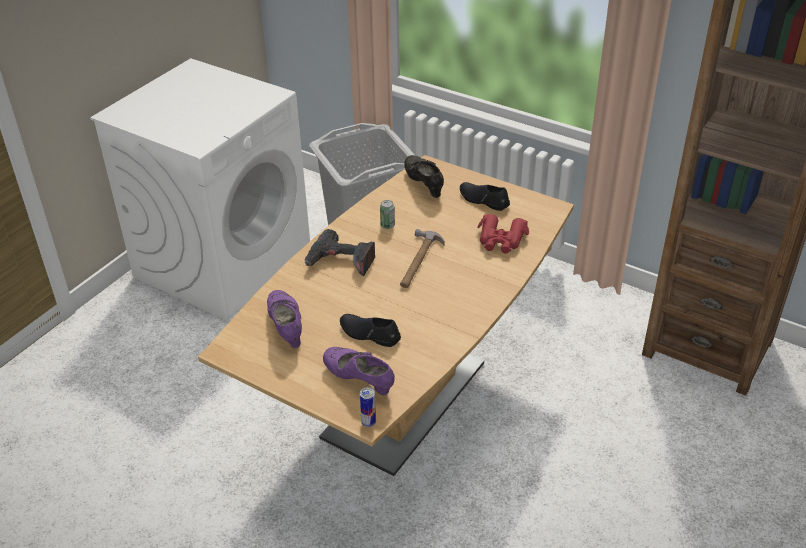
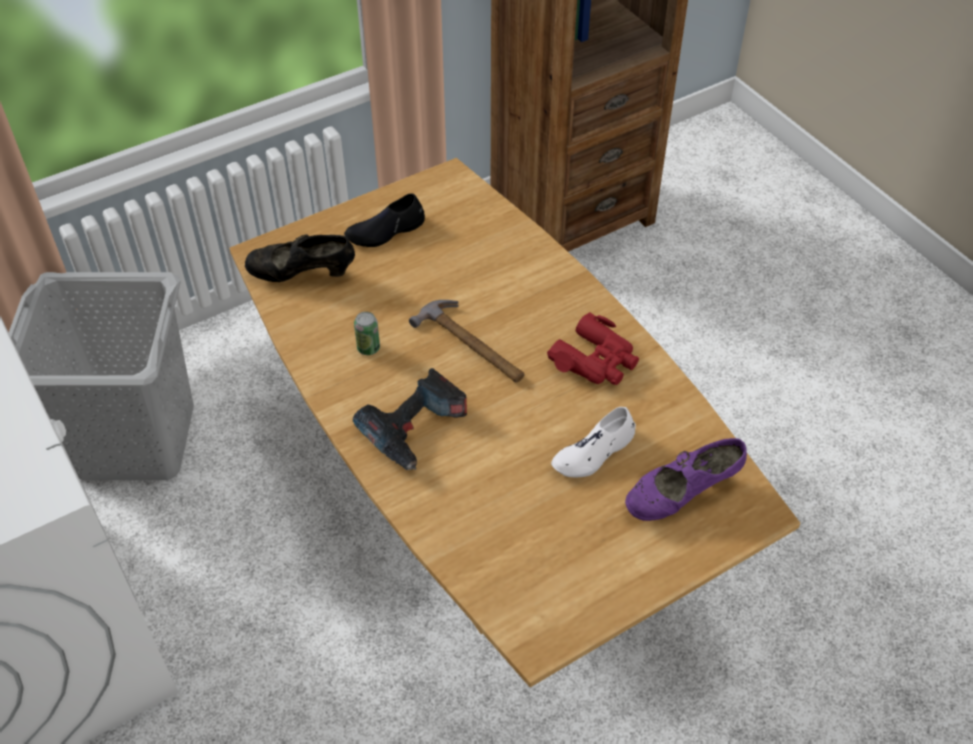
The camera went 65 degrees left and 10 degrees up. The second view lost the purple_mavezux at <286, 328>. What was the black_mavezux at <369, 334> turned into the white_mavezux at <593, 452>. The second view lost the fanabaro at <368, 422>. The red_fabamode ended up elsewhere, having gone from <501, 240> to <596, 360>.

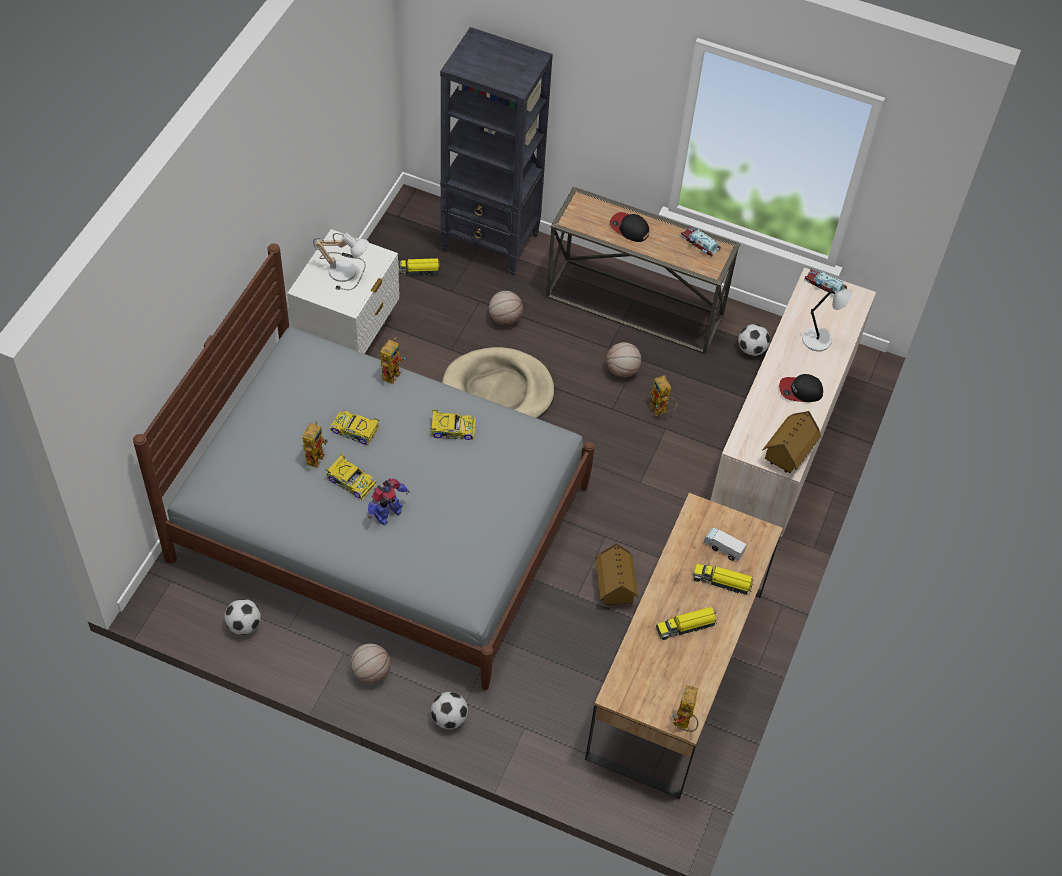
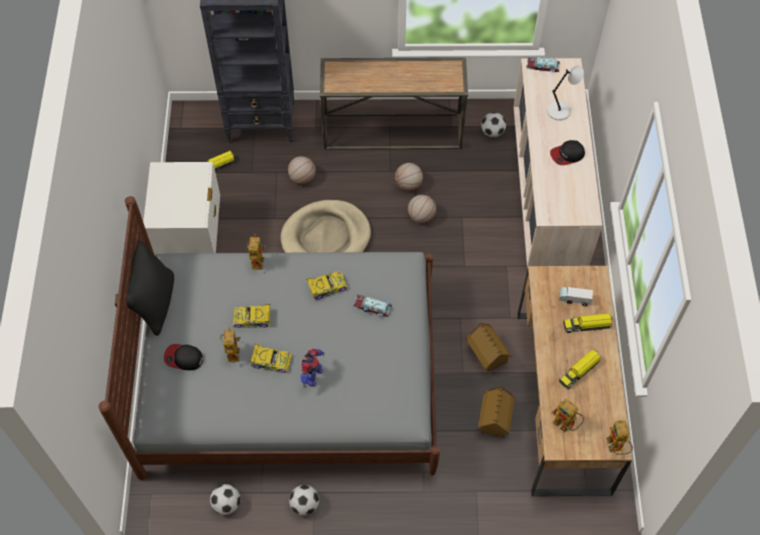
The camera went 20 degrees left and 5 degrees up. The second view lost the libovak at <345, 269>. The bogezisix ended up elsewhere, having gone from <370, 672> to <421, 216>. The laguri ended up elsewhere, having gone from <449, 718> to <305, 505>. The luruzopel ended up elsewhere, having gone from <629, 228> to <183, 358>. The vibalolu ended up elsewhere, having gone from <661, 411> to <566, 425>. The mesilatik ended up elsewhere, having gone from <699, 244> to <372, 308>. The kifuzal ended up elsewhere, having gone from <787, 455> to <494, 419>. The second view gained the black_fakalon at <155, 304>.

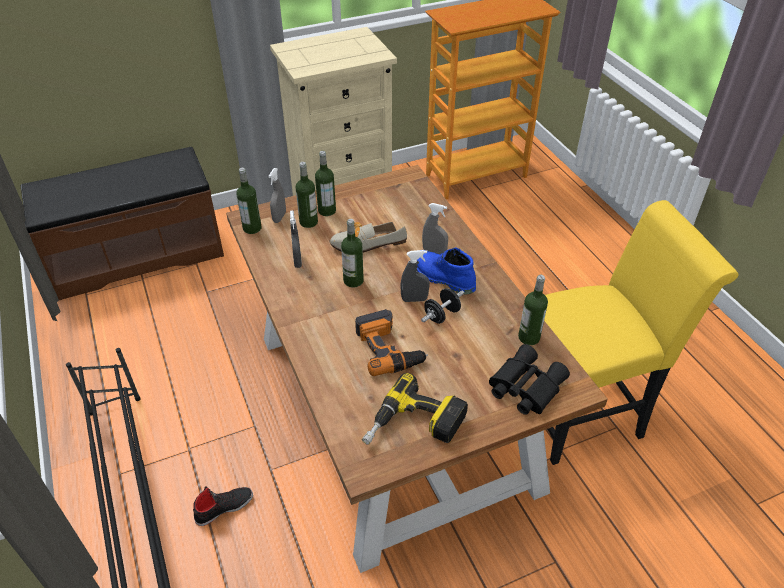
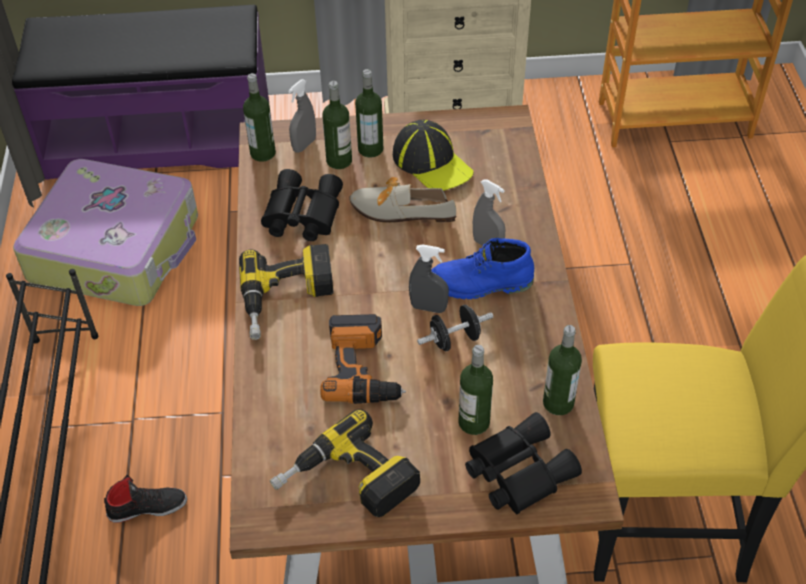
The camera went 20 degrees right and 5 degrees up. What was the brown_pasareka at <137, 255> turned into the purple_pasareka at <160, 138>. Where the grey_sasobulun stood at <297, 261>, the black_fabamode came to stand at <300, 215>. The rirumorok ended up elsewhere, having gone from <353, 281> to <474, 422>. The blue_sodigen at <442, 277> ended up facing another way, 60 degrees counterclockwise from before. The second view gained the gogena at <117, 248>. The second view gained the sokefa at <288, 300>. The second view gained the luruzopel at <432, 163>.

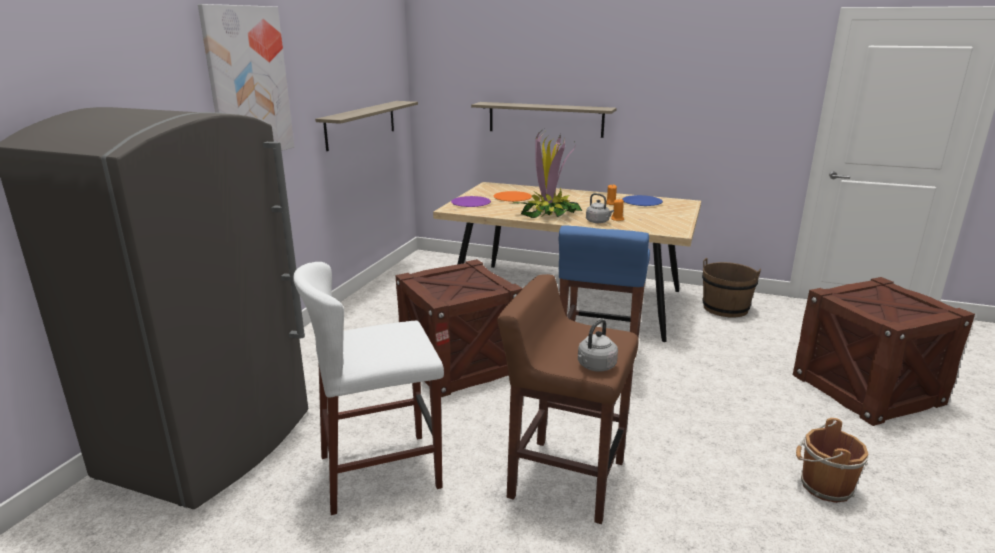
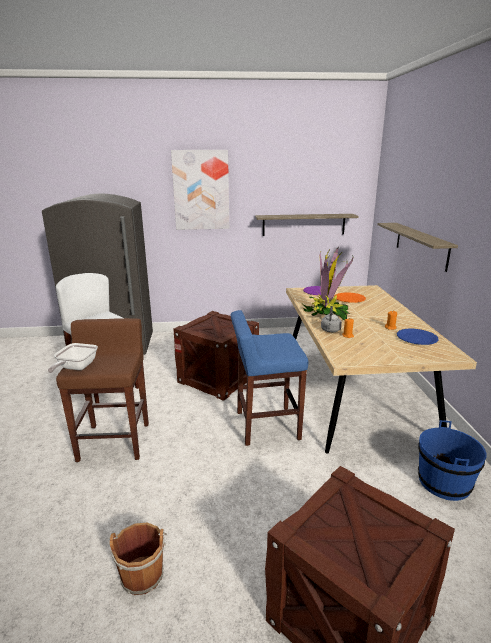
The camera went 65 degrees right and 0 degrees up. Where the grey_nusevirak stood at <595, 366>, the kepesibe came to stand at <75, 368>. What was the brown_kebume at <725, 308> turned into the blue_kebume at <444, 482>.

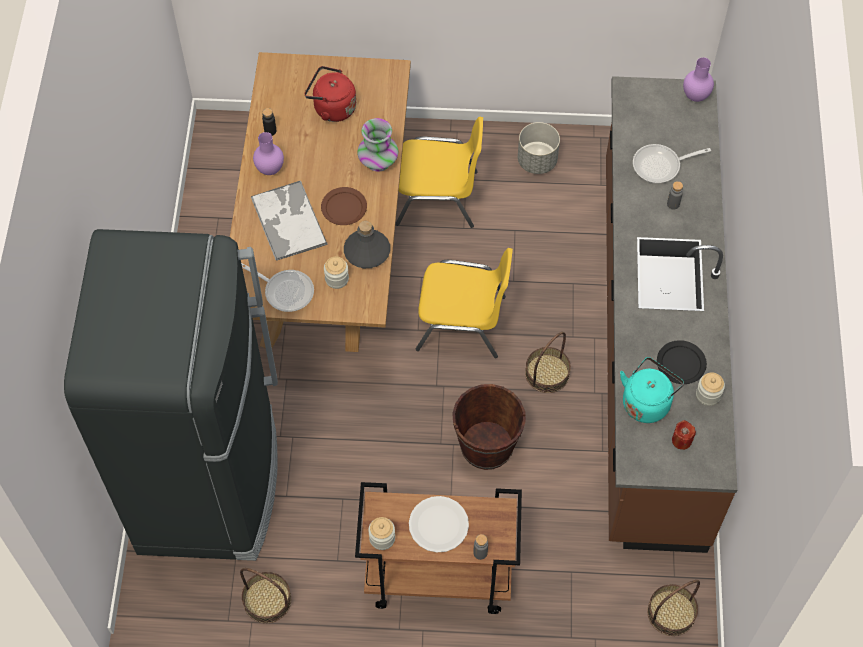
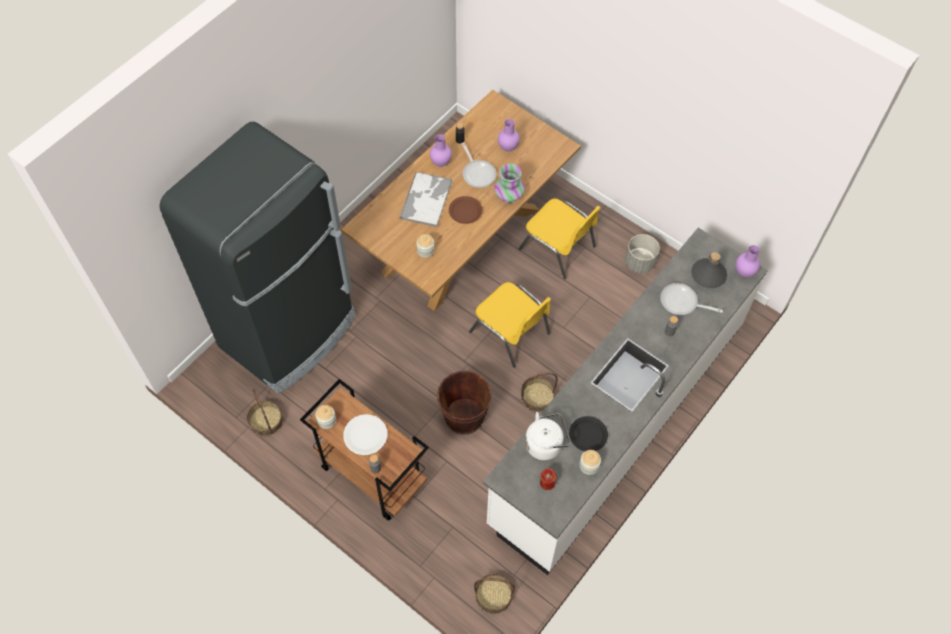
The camera went 35 degrees right and 0 degrees up. The kepesibe ended up elsewhere, having gone from <285, 291> to <478, 173>. Where the red_nusevirak stood at <332, 108>, the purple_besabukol came to stand at <508, 147>. The grey_rirumorok ended up elsewhere, having gone from <366, 251> to <708, 275>. What was the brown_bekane at <649, 346> turned into the white_bekane at <617, 422>. What was the turquoise_nusevirak at <647, 401> turned into the white_nusevirak at <545, 444>.

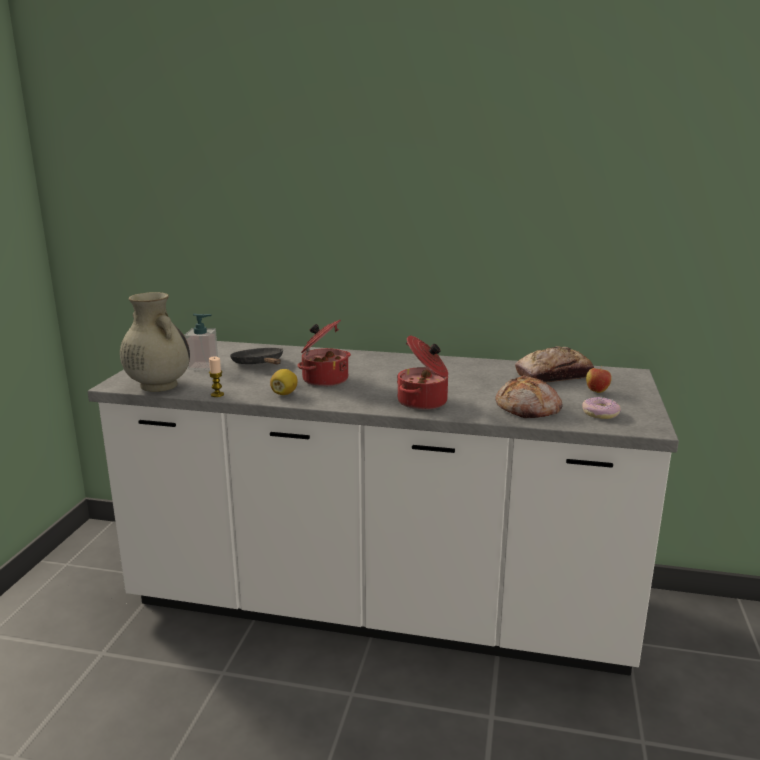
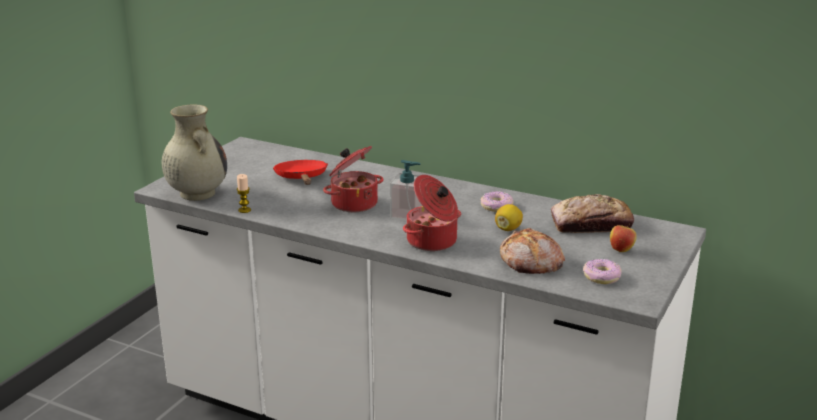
The camera went 15 degrees right and 5 degrees up. The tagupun ended up elsewhere, having gone from <203, 366> to <407, 215>. What was the black_kepesibe at <259, 364> turned into the red_kepesibe at <302, 178>. The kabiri ended up elsewhere, having gone from <284, 393> to <508, 229>. The second view gained the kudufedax at <496, 206>.

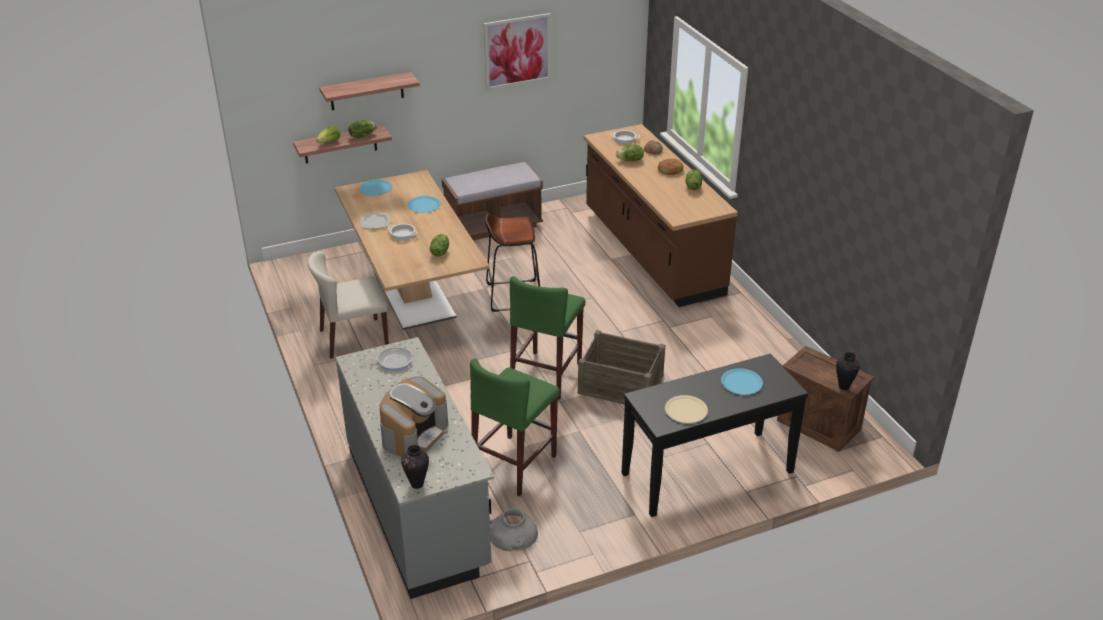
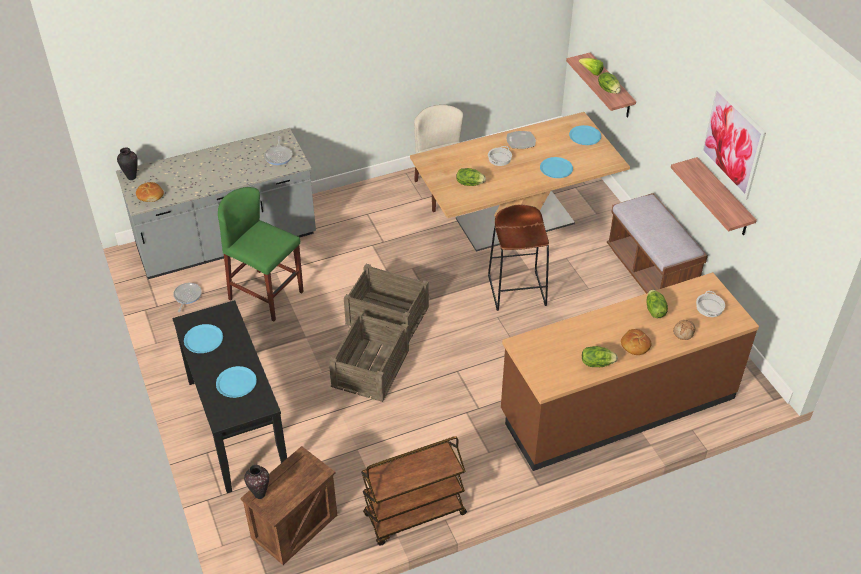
The camera went 90 degrees right and 10 degrees up. The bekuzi ended up elsewhere, having gone from <366, 91> to <723, 198>. The second view lost the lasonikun at <414, 434>. Where the grey_besabukol stood at <513, 534>, the kepesibe came to stand at <187, 296>. Where the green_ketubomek stood at <546, 375>, the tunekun came to stand at <387, 315>. What was the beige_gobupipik at <686, 410> turned into the blue_gobupipik at <203, 339>. The second view gained the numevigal at <150, 195>. The second view gained the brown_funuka at <414, 515>.

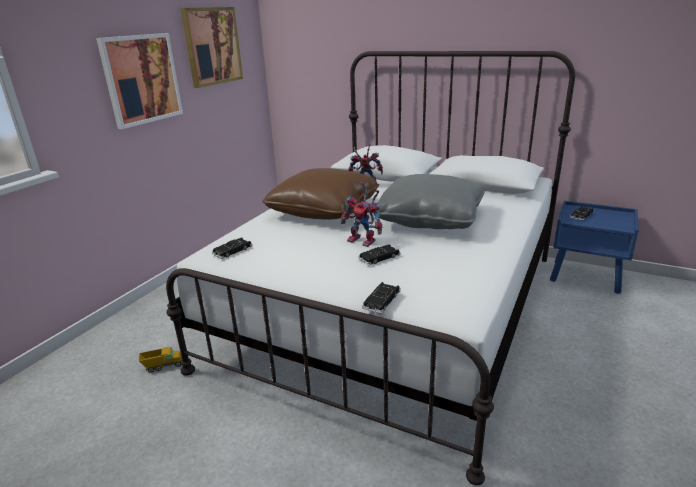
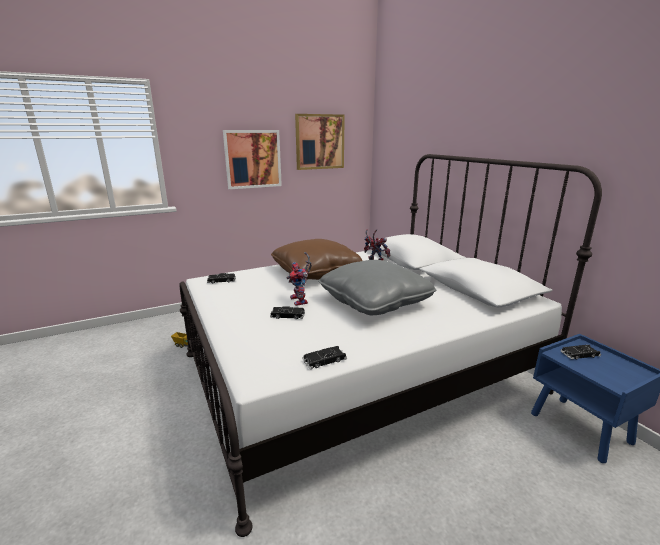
The camera went 35 degrees right and 5 degrees down. The black_mesilatik ended up elsewhere, having gone from <381, 301> to <324, 360>.

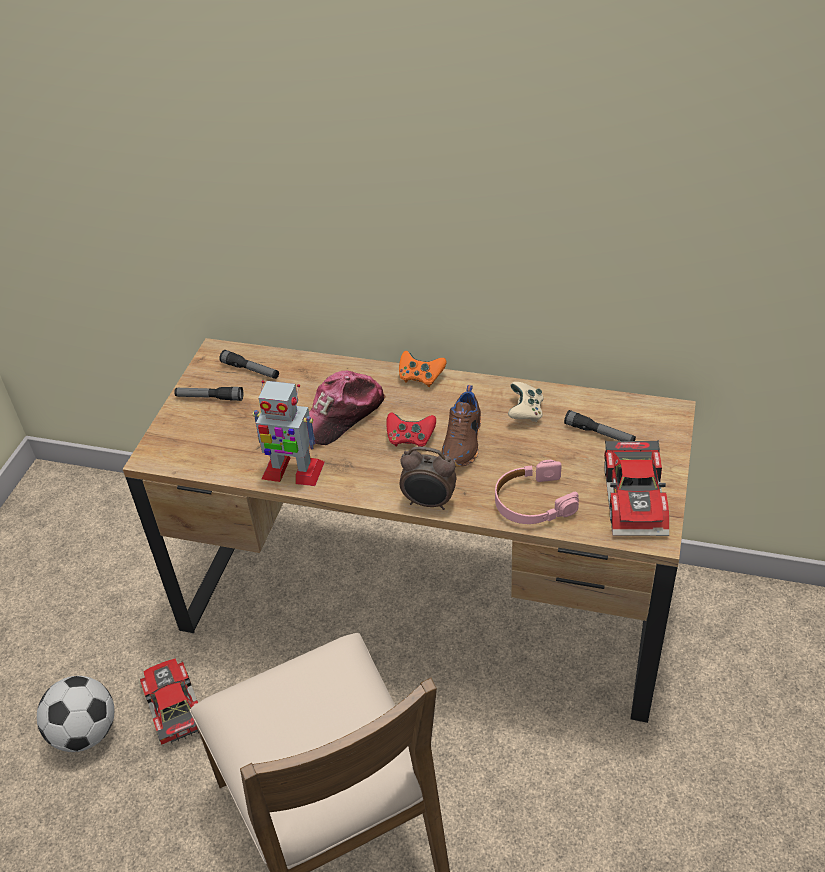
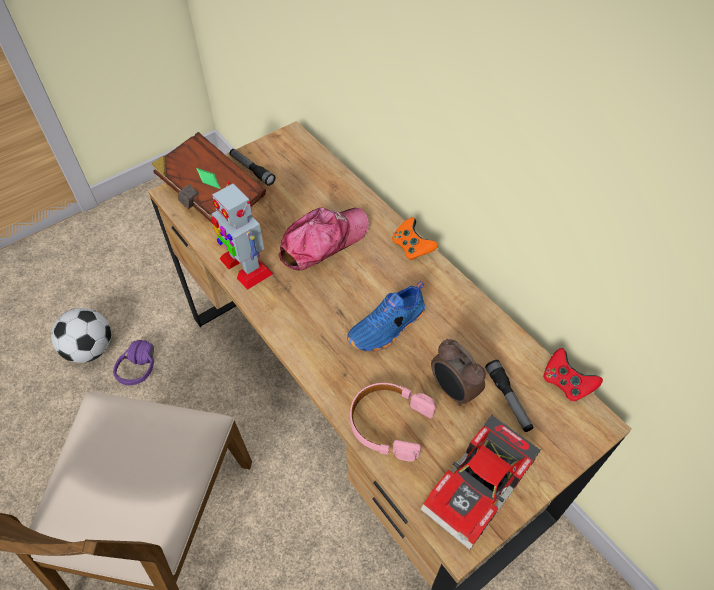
The camera went 35 degrees right and 10 degrees up. Where the mesilatik stood at <171, 708>, the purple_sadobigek came to stand at <145, 369>. The second view lost the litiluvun at <250, 370>. The luruzopel at <341, 415> ended up facing another way, 150 degrees clockwise from before. The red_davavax ended up elsewhere, having gone from <410, 439> to <566, 383>. The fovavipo ended up elsewhere, having gone from <429, 503> to <453, 390>. What was the brown_mavezux at <463, 443> turned into the blue_mavezux at <388, 328>. The second view lost the beige_davavax at <525, 412>. The second view gained the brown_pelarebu at <212, 197>.

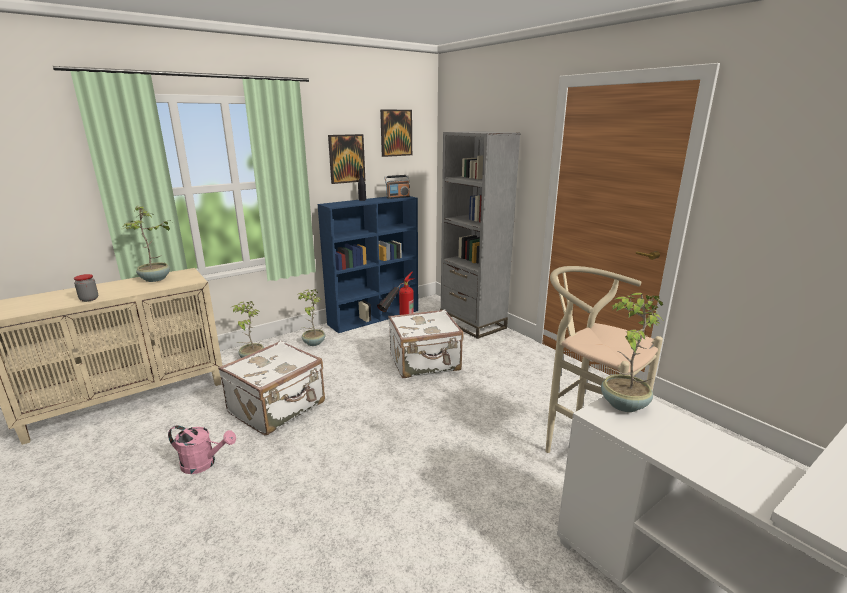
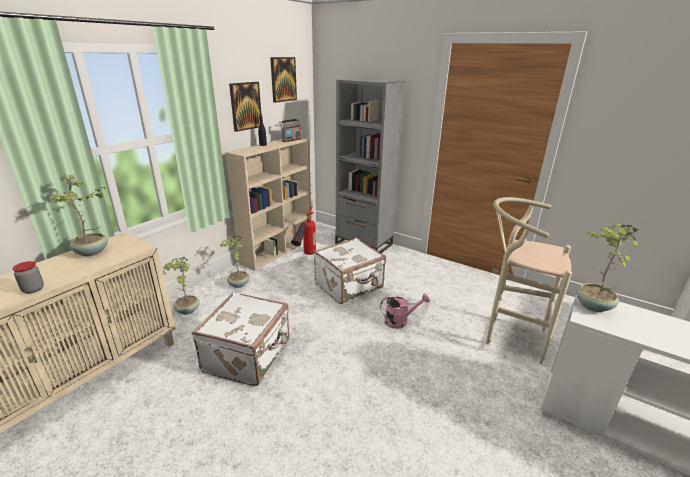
The camera went 20 degrees left and 5 degrees up. The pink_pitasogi ended up elsewhere, having gone from <204, 464> to <400, 321>. What was the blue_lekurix at <375, 317> turned into the beige_lekurix at <278, 250>.

